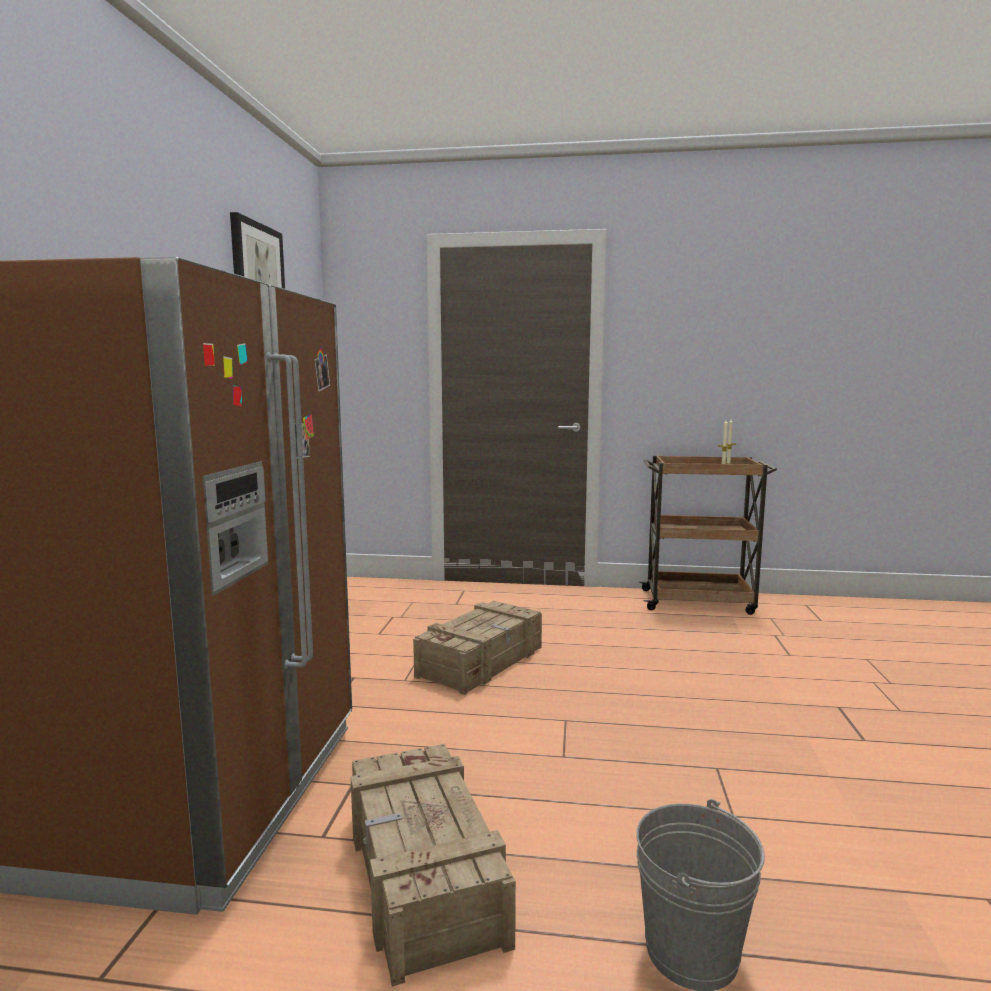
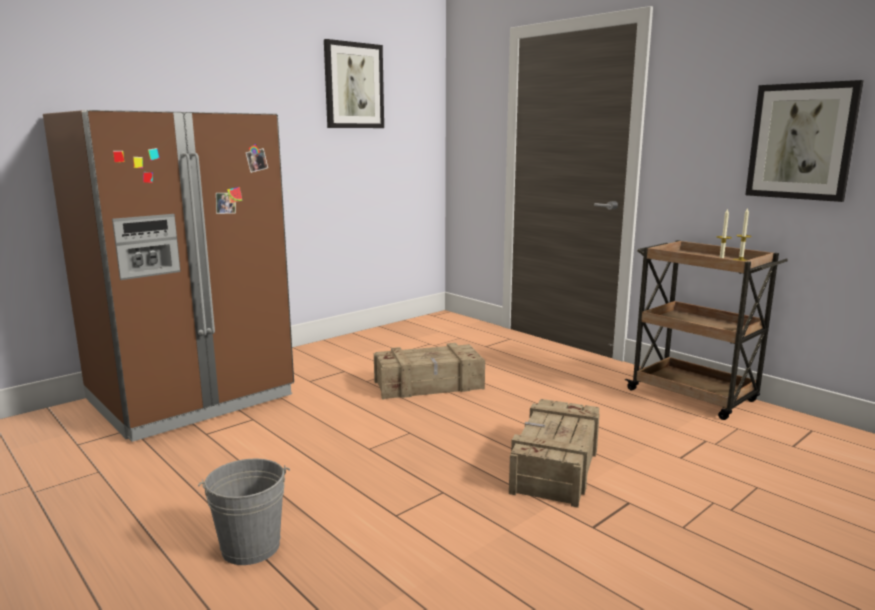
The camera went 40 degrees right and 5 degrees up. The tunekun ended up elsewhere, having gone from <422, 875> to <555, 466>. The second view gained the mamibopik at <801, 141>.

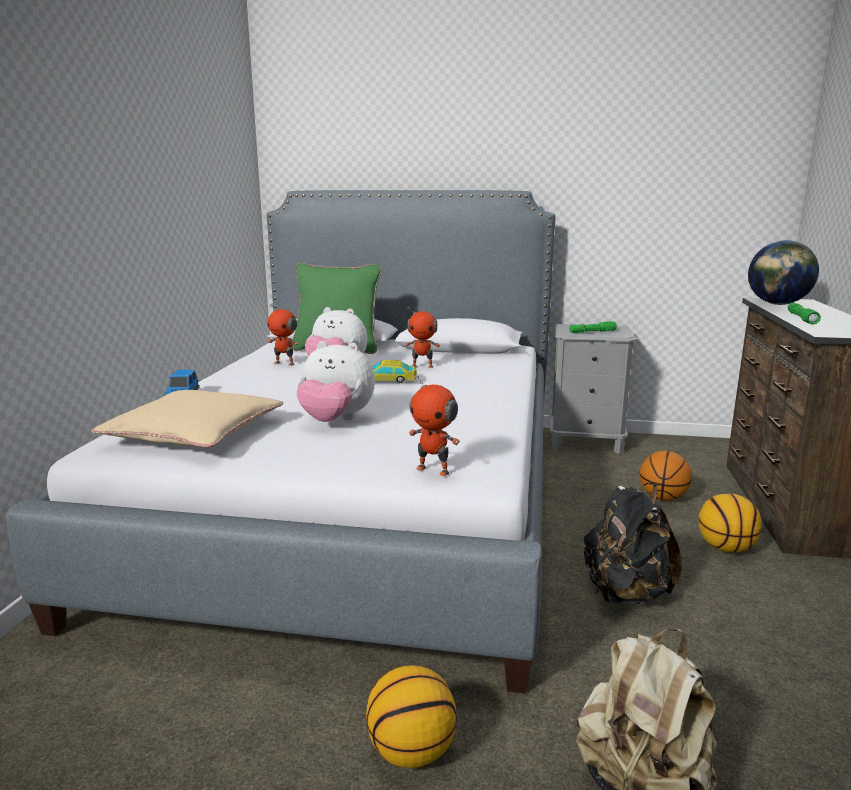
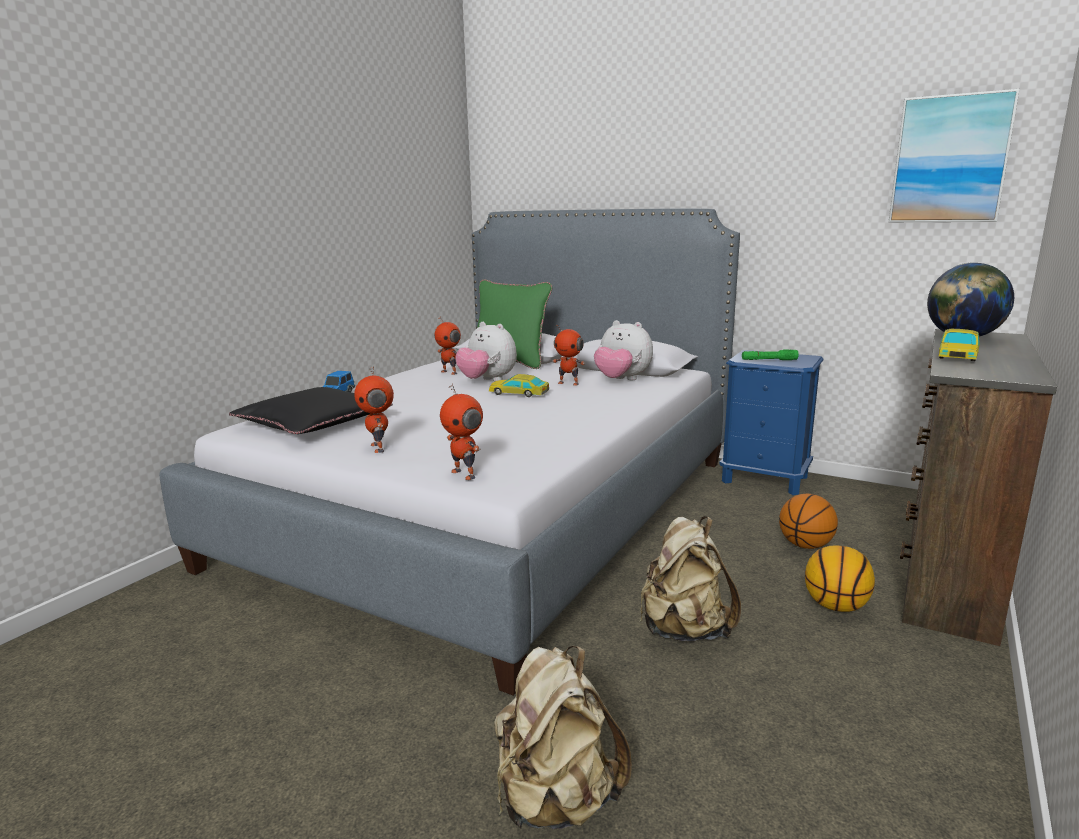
The camera went 20 degrees right and 0 degrees up. What was the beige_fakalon at <194, 432> turned into the black_fakalon at <314, 422>. The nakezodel ended up elsewhere, having gone from <336, 421> to <622, 380>. The second view lost the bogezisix at <412, 751>. What was the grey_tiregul at <586, 442> turned into the blue_tiregul at <765, 479>. What was the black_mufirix at <625, 594> turned into the beige_mufirix at <684, 630>. Where the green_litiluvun stood at <801, 318>, the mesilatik came to stand at <957, 355>. The second view gained the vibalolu at <379, 448>. The second view gained the mamibopik at <950, 159>.

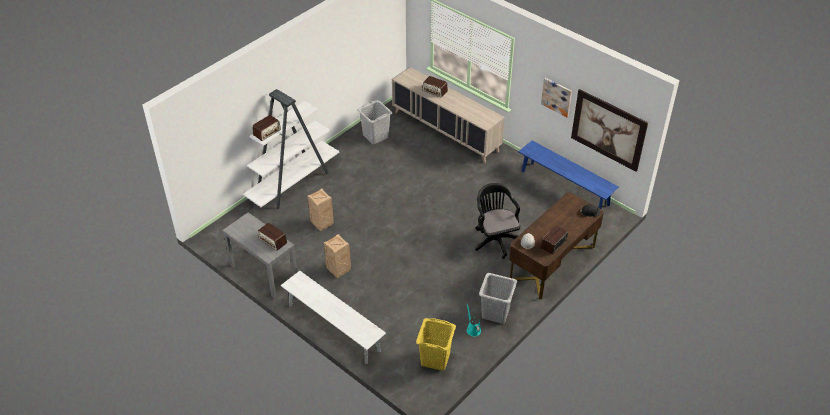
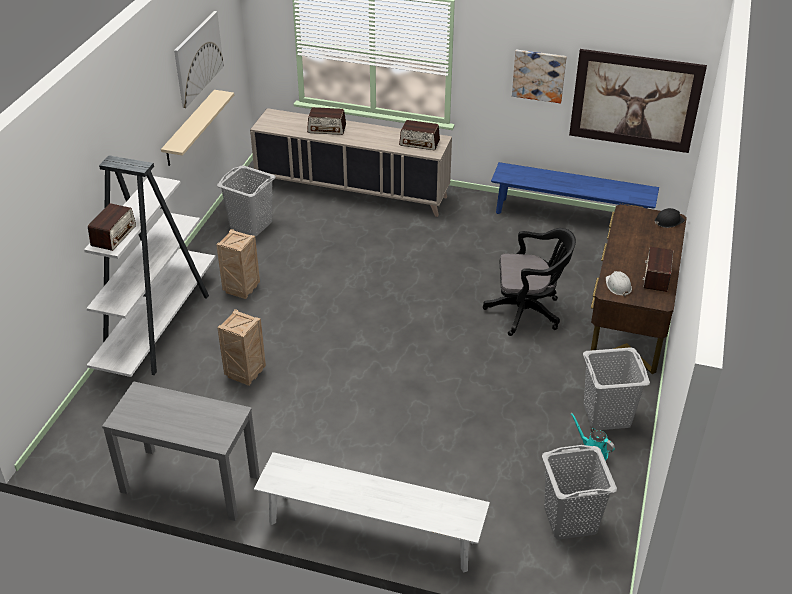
The camera went 25 degrees left and 5 degrees down. The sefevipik ended up elsewhere, having gone from <273, 241> to <419, 143>. The tunekun ended up elsewhere, having gone from <339, 270> to <241, 288>. What was the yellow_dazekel at <435, 359> turned into the grey_dazekel at <571, 519>. The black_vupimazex at <495, 239> ended up facing another way, 135 degrees clockwise from before. The second view gained the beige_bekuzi at <190, 128>. The second view gained the mamibopik at <198, 58>.

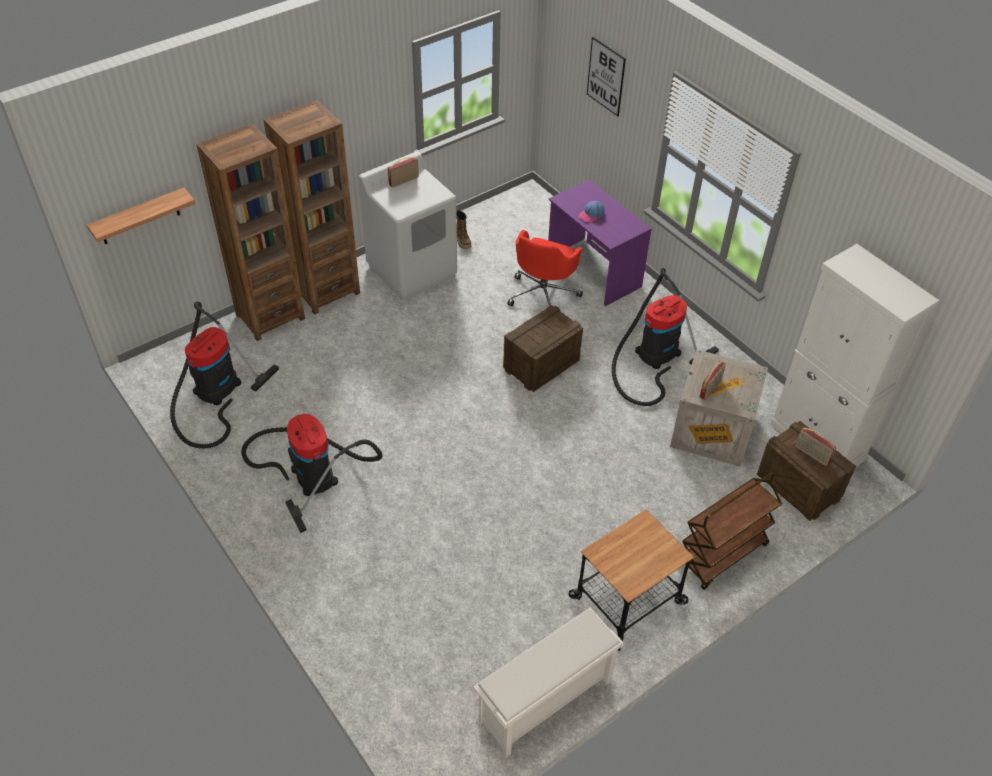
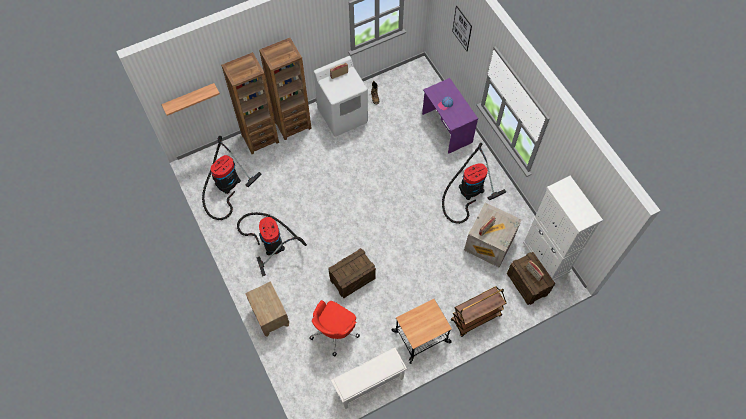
The camera went 10 degrees right and 15 degrees up. The tunekun ended up elsewhere, having gone from <541, 365> to <352, 278>. The red_vupimazex ended up elsewhere, having gone from <543, 294> to <334, 331>. The second view gained the brown_tiregul at <270, 316>.

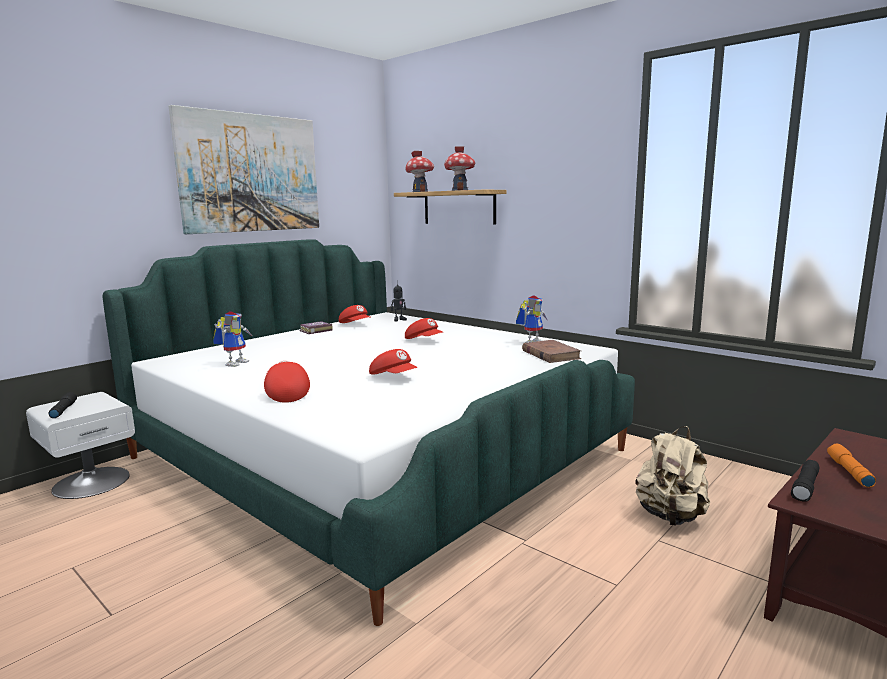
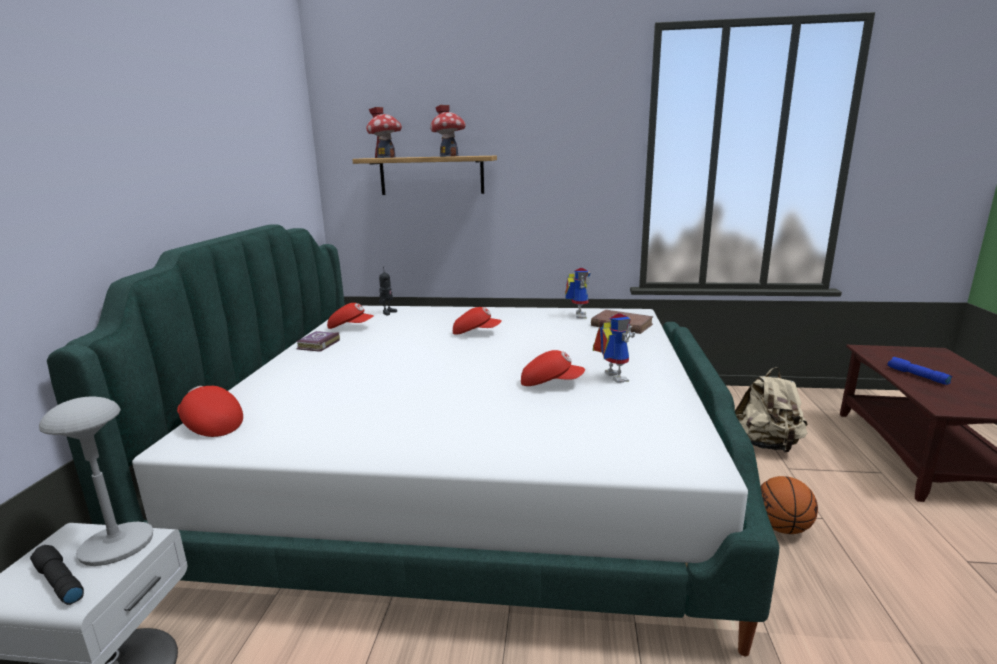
The camera went 35 degrees left and 5 degrees up. The second view lost the mamibopik at <250, 173>. The vibalolu ended up elsewhere, having gone from <235, 363> to <611, 377>. The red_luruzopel ended up elsewhere, having gone from <286, 394> to <210, 425>. The second view lost the black_litiluvun at <806, 487>. What was the orange_litiluvun at <848, 471> turned into the blue_litiluvun at <916, 376>. The second view gained the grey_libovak at <116, 546>. The second view gained the bogezisix at <782, 528>.

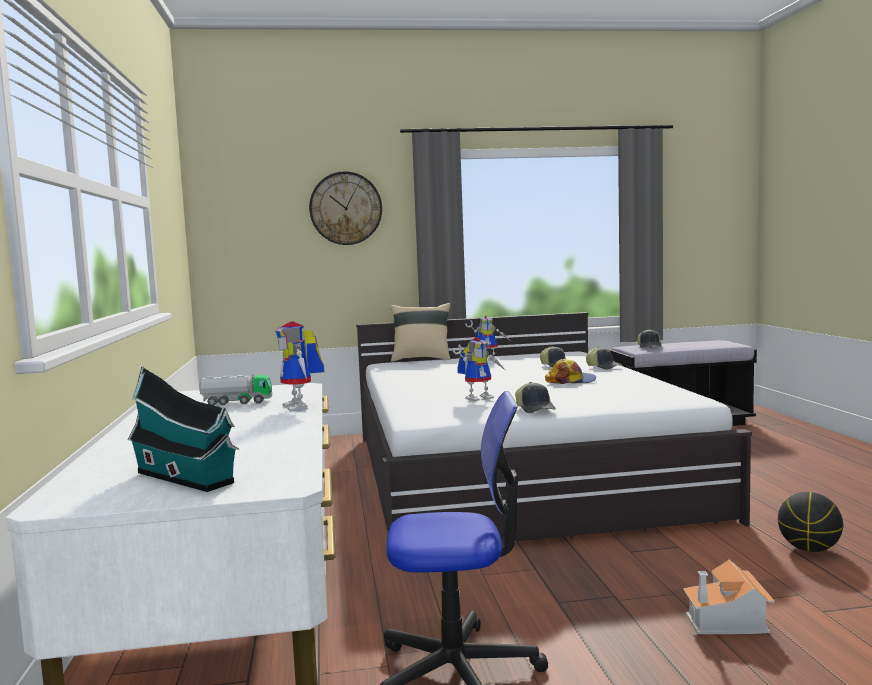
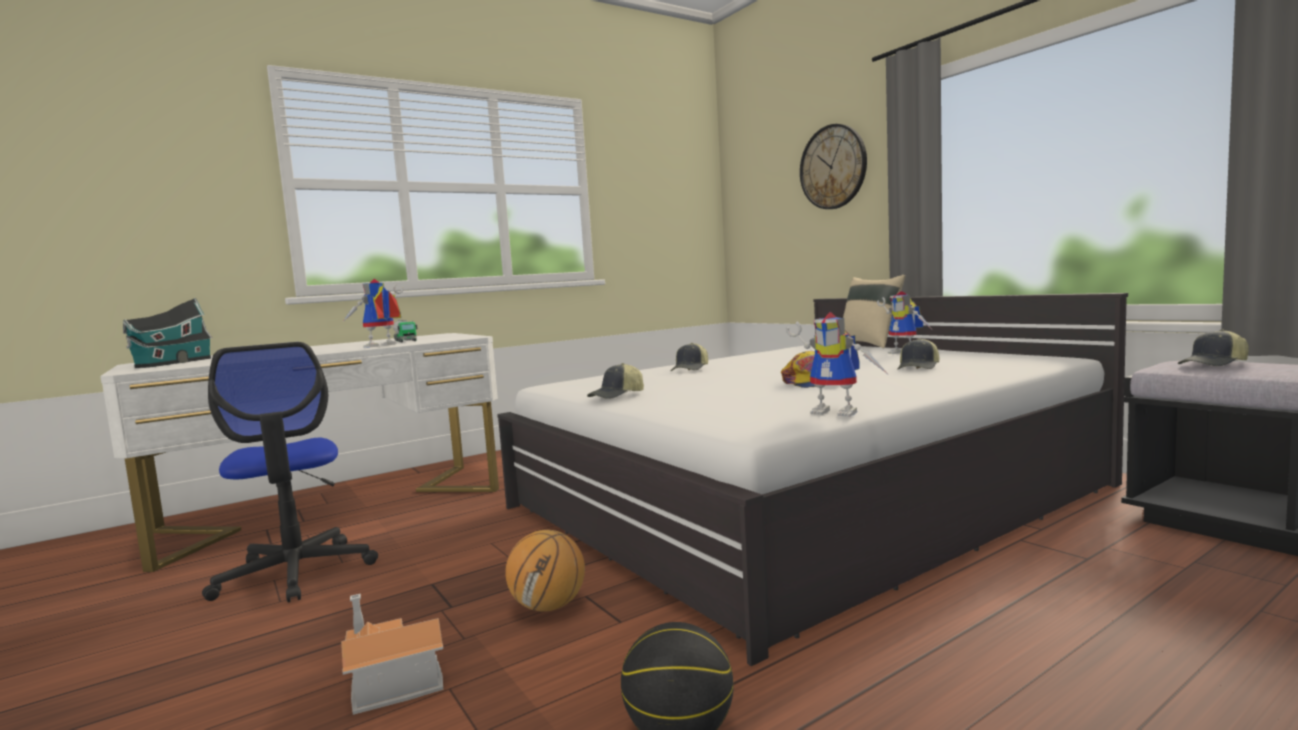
The camera went 65 degrees right and 0 degrees up. The vibalolu ended up elsewhere, having gone from <479, 397> to <839, 412>. The luruzopel ended up elsewhere, having gone from <604, 367> to <691, 369>. The second view gained the bogezisix at <549, 607>.

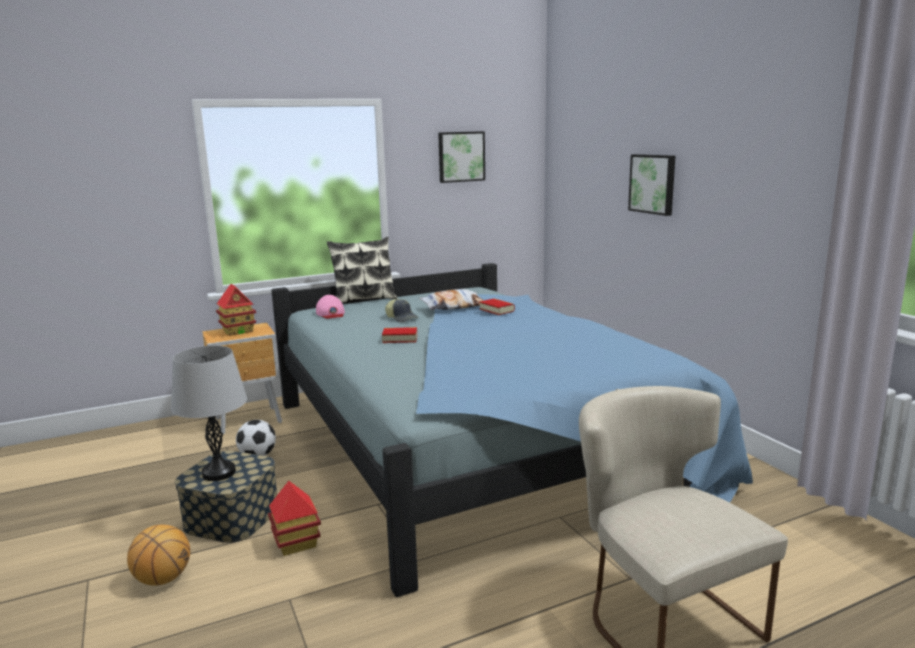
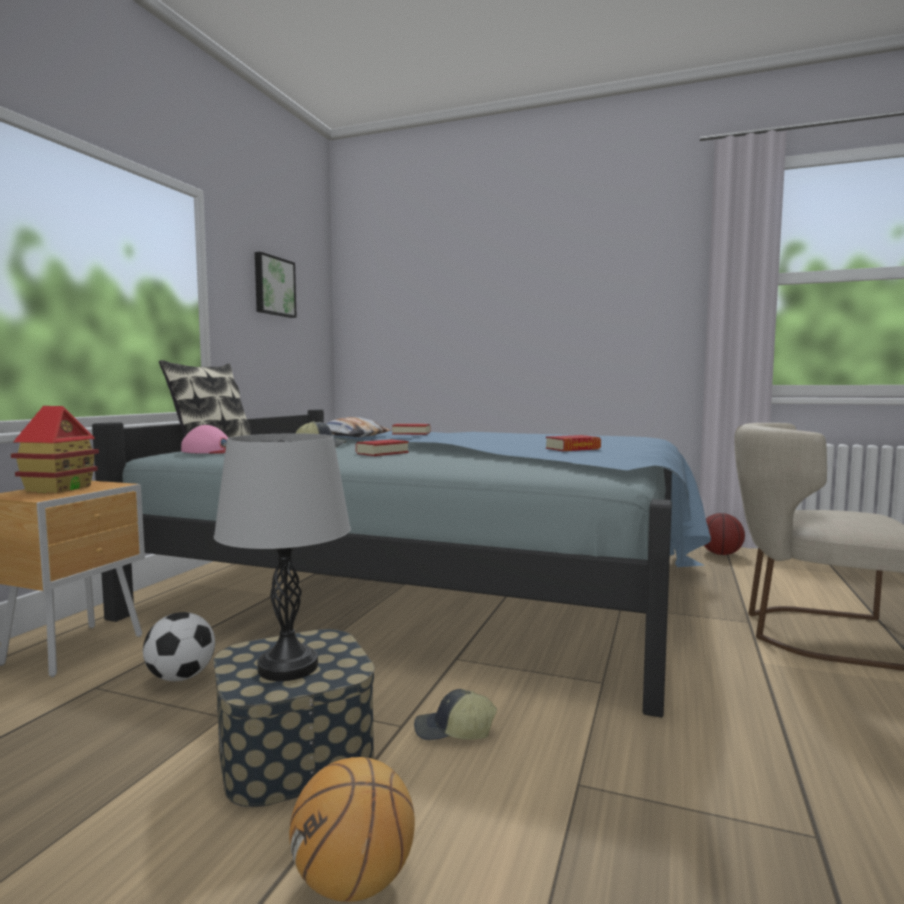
The camera went 45 degrees left and 10 degrees down. Where the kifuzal stood at <296, 543>, the luruzopel came to stand at <453, 731>. The second view lost the mamibopik at <653, 184>. The second view gained the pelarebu at <573, 449>. The second view gained the bogezisix at <721, 554>.

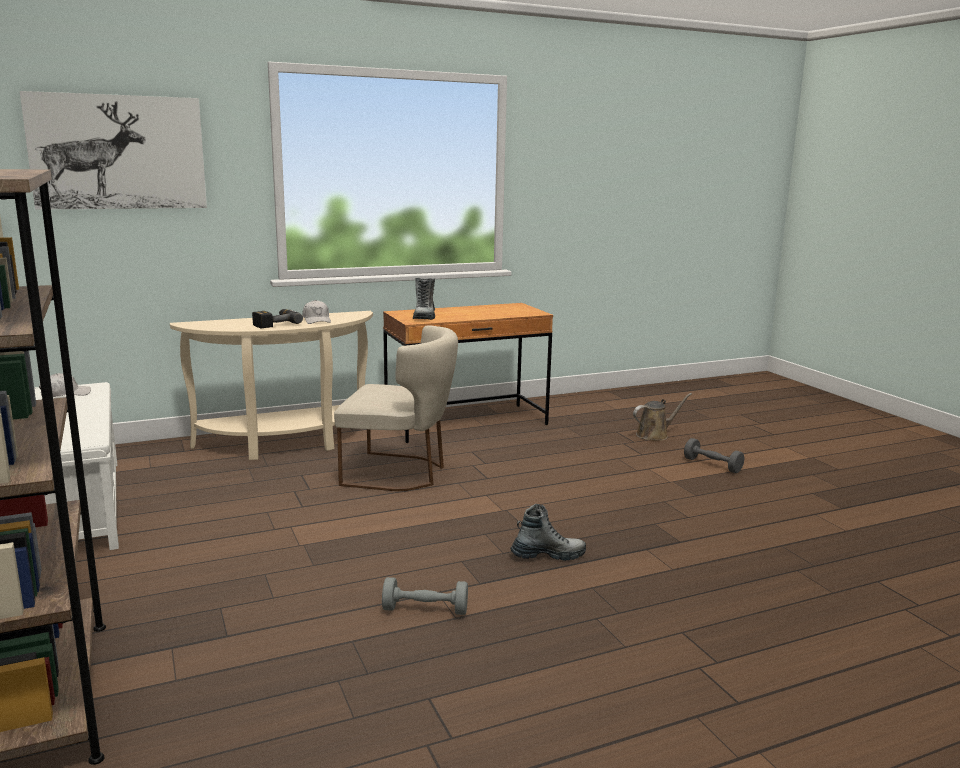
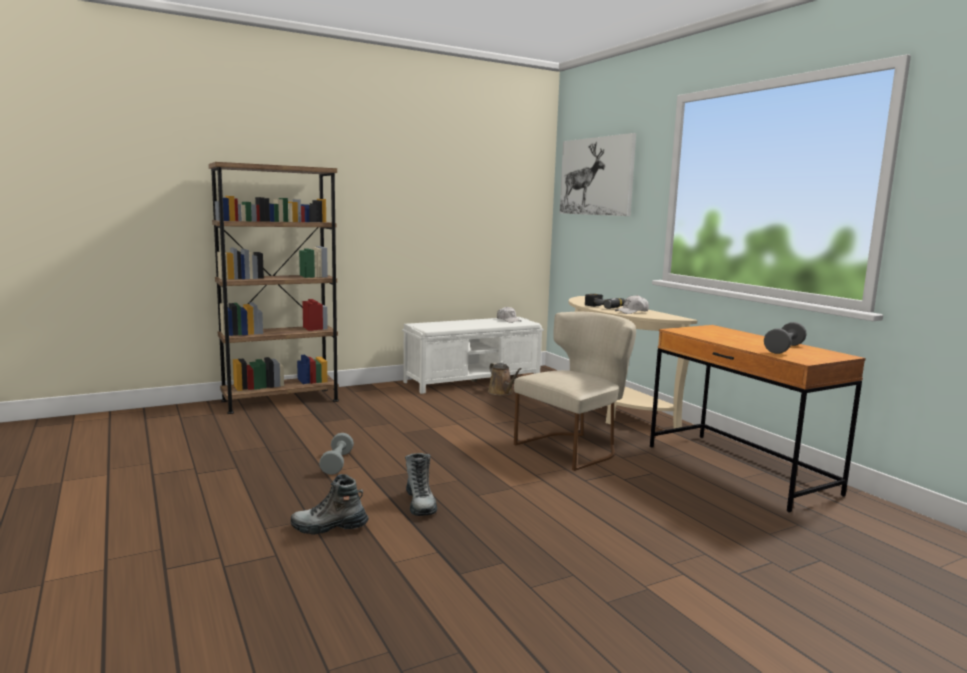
The camera went 85 degrees right and 5 degrees down. The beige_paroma at <400, 473> ended up facing another way, 135 degrees counterclockwise from before. The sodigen ended up elsewhere, having gone from <424, 316> to <329, 527>. The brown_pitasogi ended up elsewhere, having gone from <655, 435> to <502, 392>. The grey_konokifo ended up elsewhere, having gone from <712, 465> to <784, 349>.

